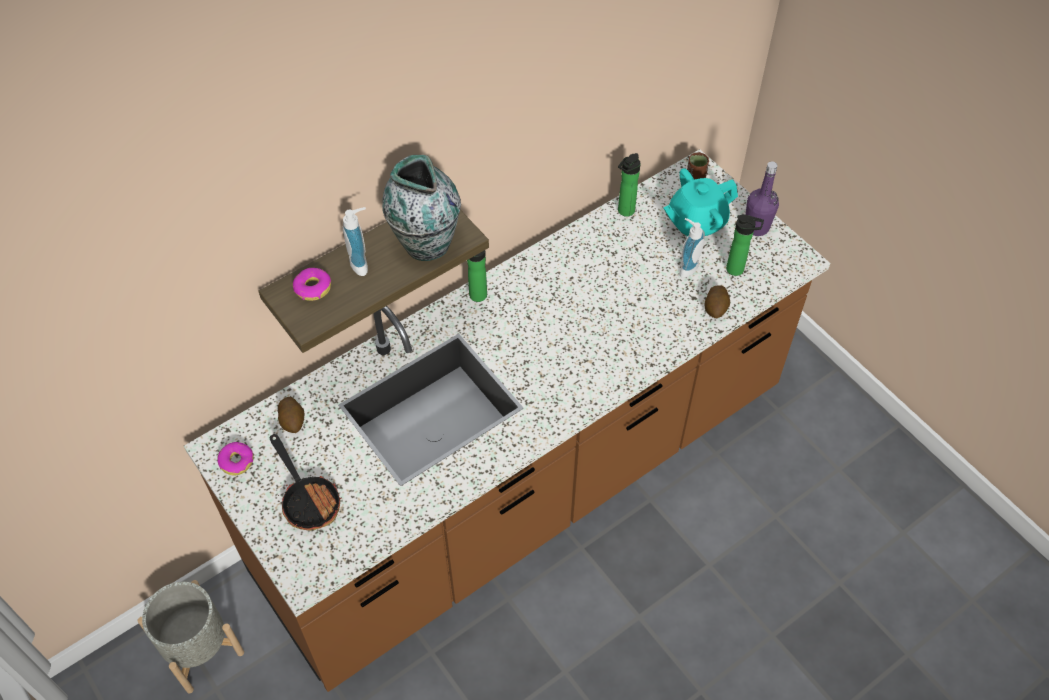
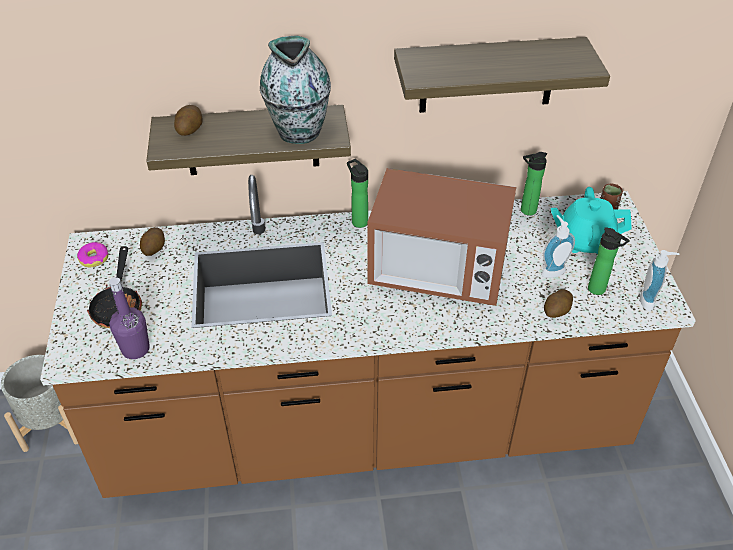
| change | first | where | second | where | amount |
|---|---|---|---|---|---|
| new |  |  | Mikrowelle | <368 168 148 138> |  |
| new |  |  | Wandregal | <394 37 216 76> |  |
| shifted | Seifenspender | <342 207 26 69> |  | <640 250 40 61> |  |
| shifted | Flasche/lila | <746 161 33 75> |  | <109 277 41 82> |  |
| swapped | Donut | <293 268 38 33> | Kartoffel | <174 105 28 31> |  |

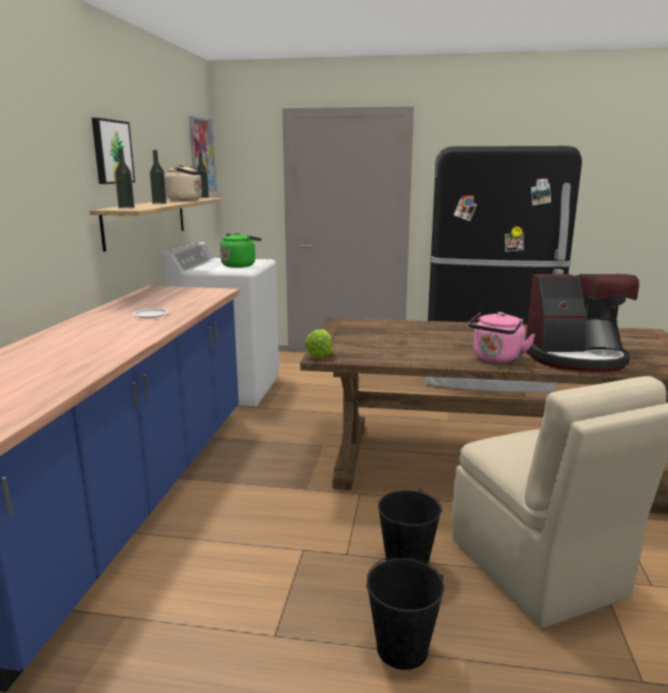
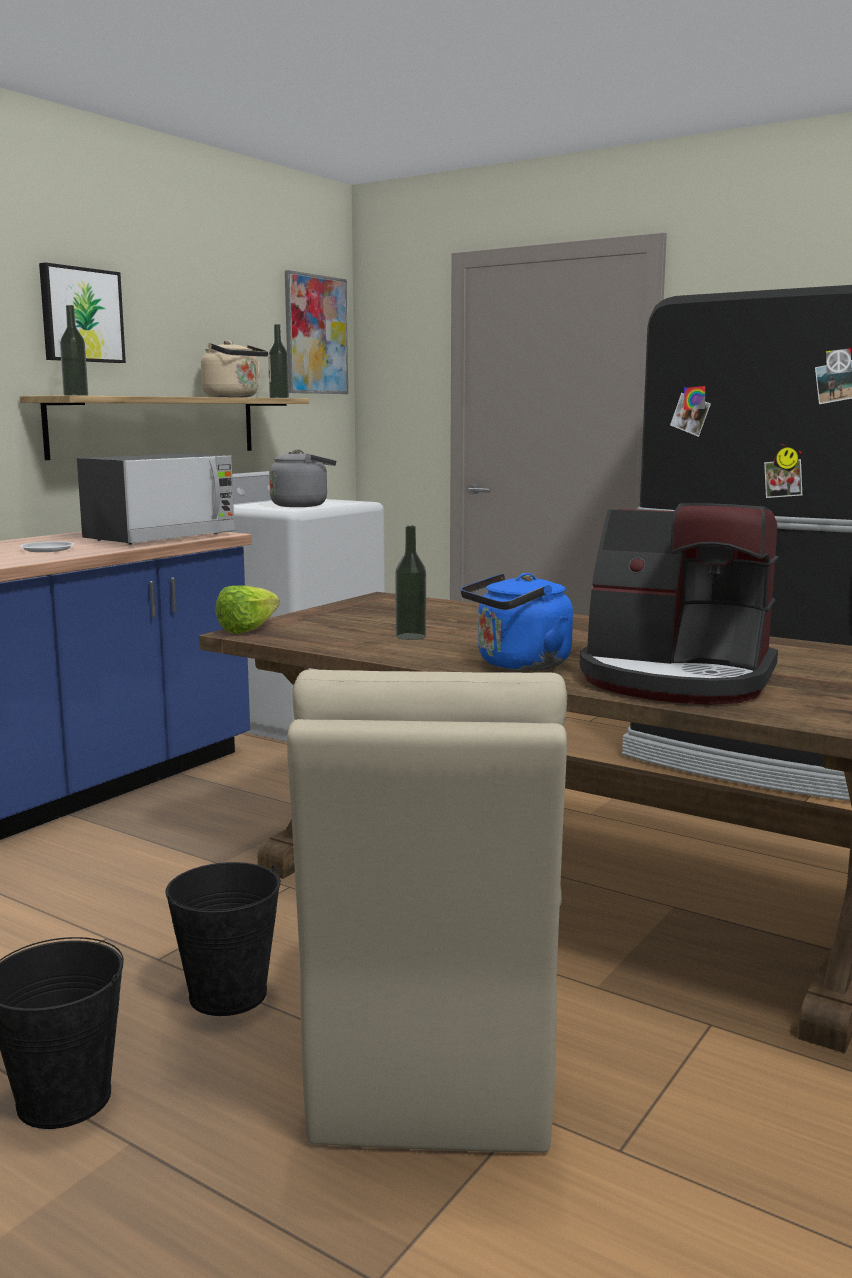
| change | first | where | second | where | amount |
|---|---|---|---|---|---|
| new |  |  | Mikrowelle | <77 454 158 91> |  |
| shifted | Flasche | <149 150 18 54> |  | <395 526 31 114> |  |
| repainted | Wasserkessel/grün | <220 232 41 36> | Wasserkessel/grau | <269 449 67 58> |  |
| repainted | Wasserkessel/rosa | <469 312 67 51> | Wasserkessel/blau | <461 573 112 97> |  |

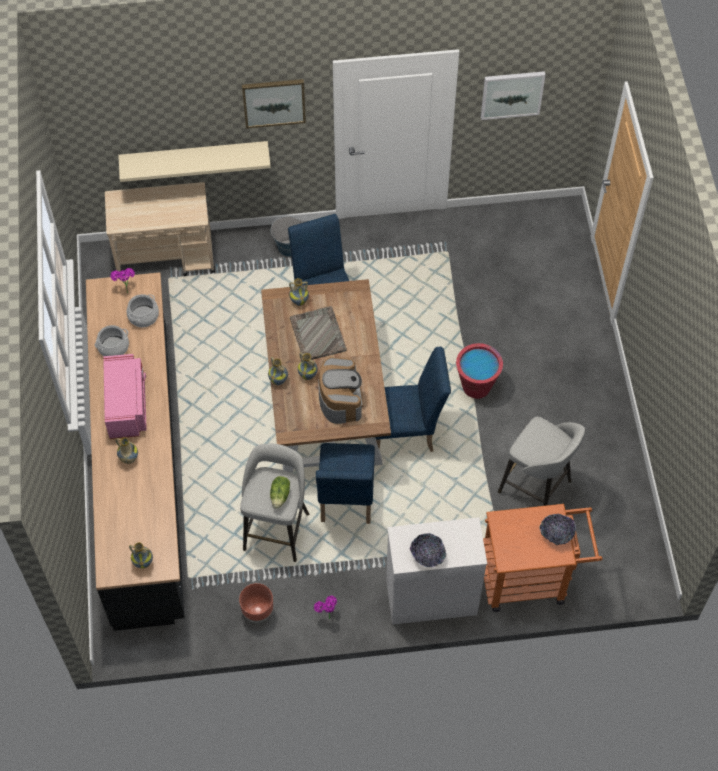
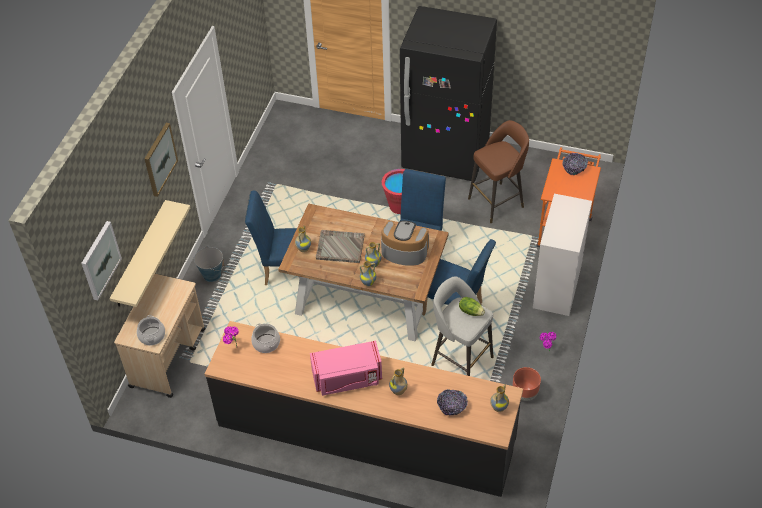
| change | first | where | second | where | amount |
|---|---|---|---|---|---|
| new |  |  | Kühlschrank/schwarz | <400 6 97 176> |  |
| shifted | Kochtopf | <95 325 34 31> |  | <137 315 28 30> |  |
| shifted | Schüssel | <410 533 36 34> |  | <437 389 31 26> |  |
| shifted | Bild | <481 71 64 49> |  | <81 221 41 79> |  |
| repainted | Hocker/grau | <498 416 87 90> | Hocker/braun | <468 120 61 103> |  |
| rotated | Mikrowelle/rosa | <103 354 44 85> |  | <310 341 72 55> | 150 degrees clockwise |

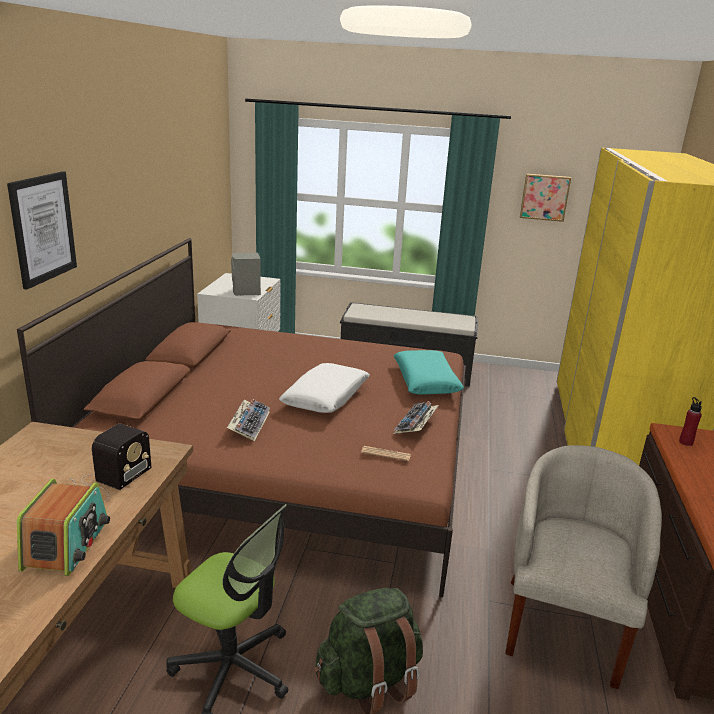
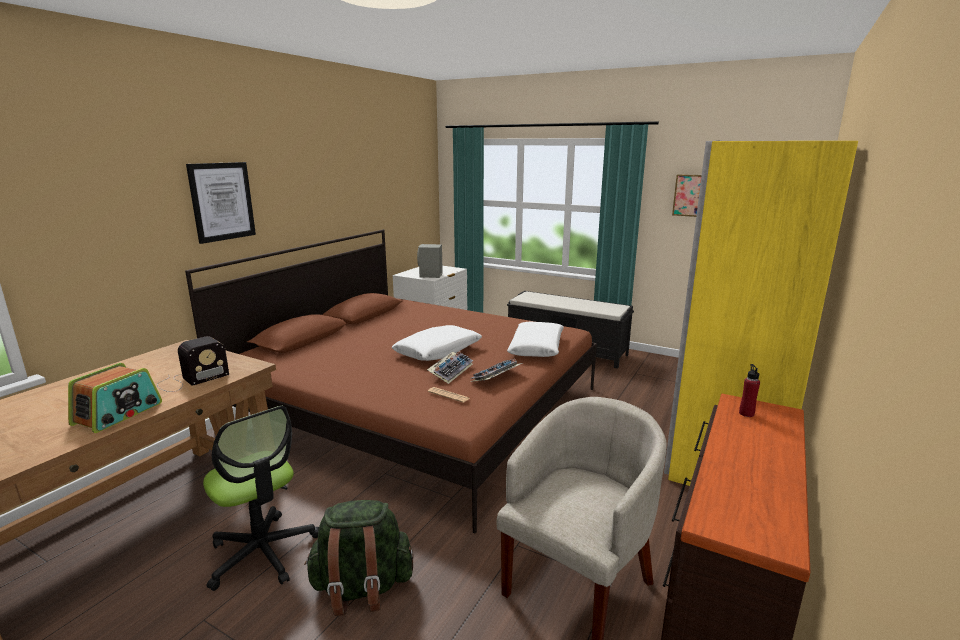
| change | first | where | second | where | amount |
|---|---|---|---|---|---|
| shifted | Tastatur | <227 399 43 42> |  | <427 351 46 33> |  |
| repainted | Kissen/türkis | <394 350 70 45> | Kissen/weiß | <507 322 57 35> |  |

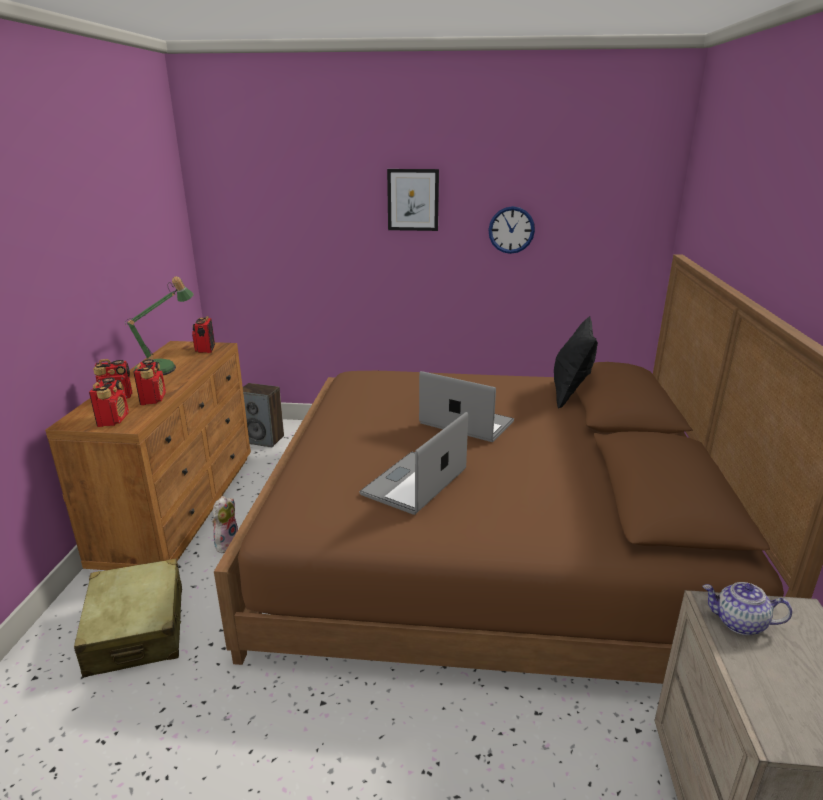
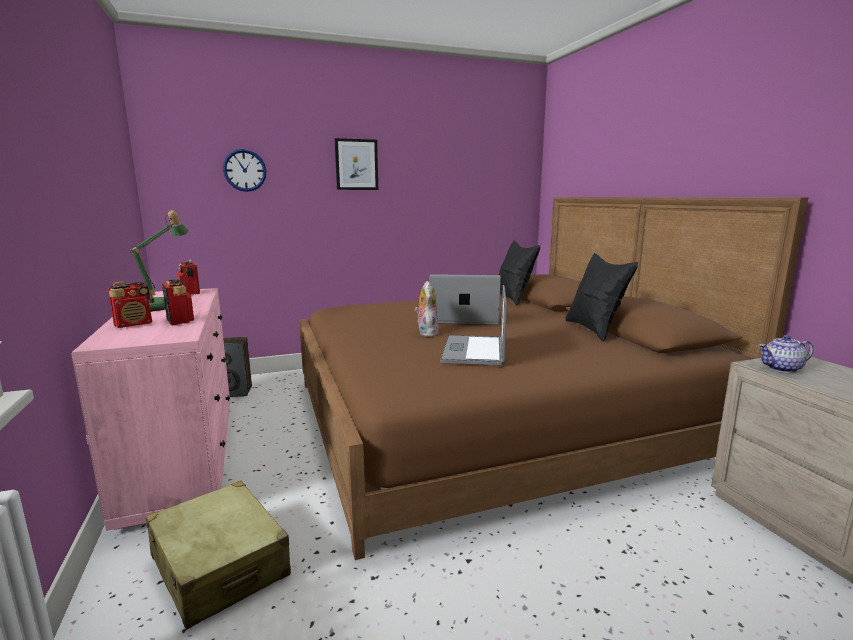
| change | first | where | second | where | amount |
|---|---|---|---|---|---|
| gone | Radio | <89 377 40 50> |  |  |  |
| new |  |  | Kissen/schwarz | <566 253 72 89> |  |
| shifted | Plüschtier | <212 496 26 57> |  | <415 281 24 56> |  |
| shifted | Wanduhr | <488 206 47 48> |  | <223 149 43 43> |  |
| repainted | Kommode/braun | <45 341 206 229> | Kommode/rosa | <71 288 159 243> |  |

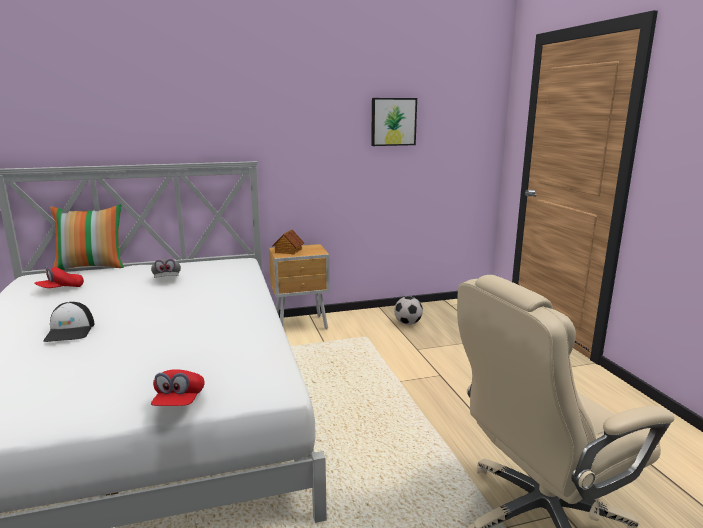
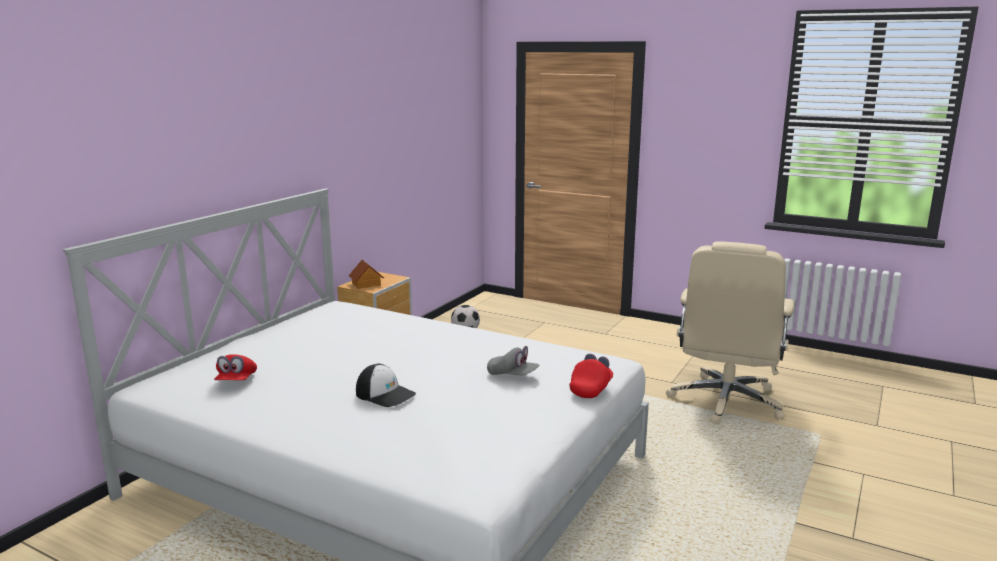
| change | first | where | second | where | amount |
|---|---|---|---|---|---|
| gone | Kissen | <50 204 74 66> |  |  |  |
| gone | Bild | <371 98 46 48> |  |  |  |
| shifted | Kappe/grau | <151 259 30 19> |  | <487 346 53 29> |  |
| rotated | Kappe/rot | <151 369 53 37> |  | <570 354 43 44> | 105 degrees counterclockwise |

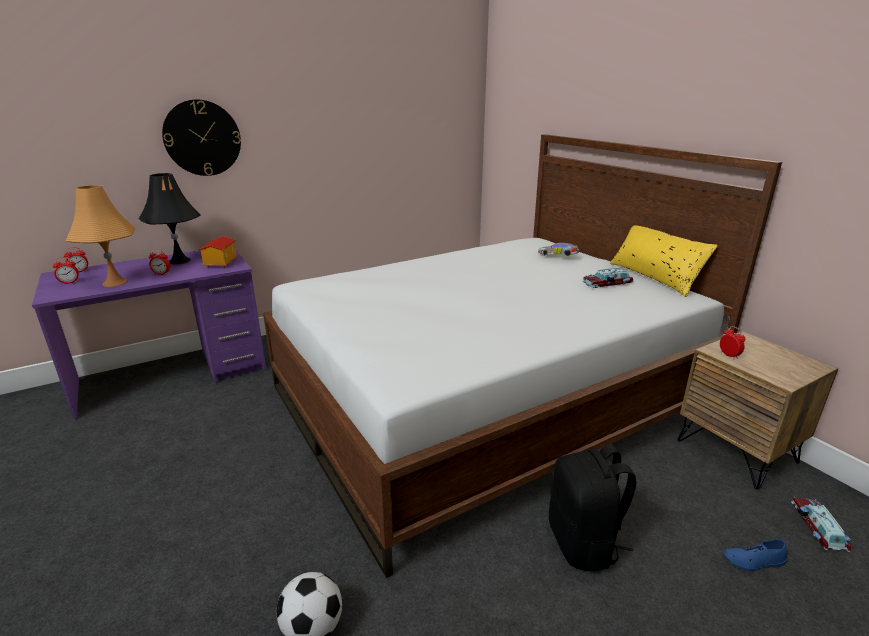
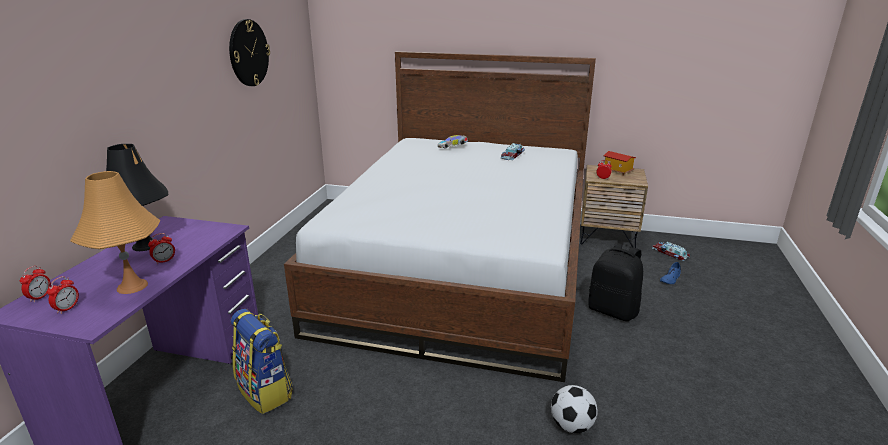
| change | first | where | second | where | amount |
|---|---|---|---|---|---|
| gone | Kissen/gelb | <610 225 108 72> |  |  |  |
| new |  |  | Rucksack | <231 309 62 105> |  |
| shifted | Wanduhr | <162 99 79 77> |  | <229 19 41 67> |  |
| shifted | Spielzeughaus | <199 236 39 33> |  | <603 151 33 25> |  |

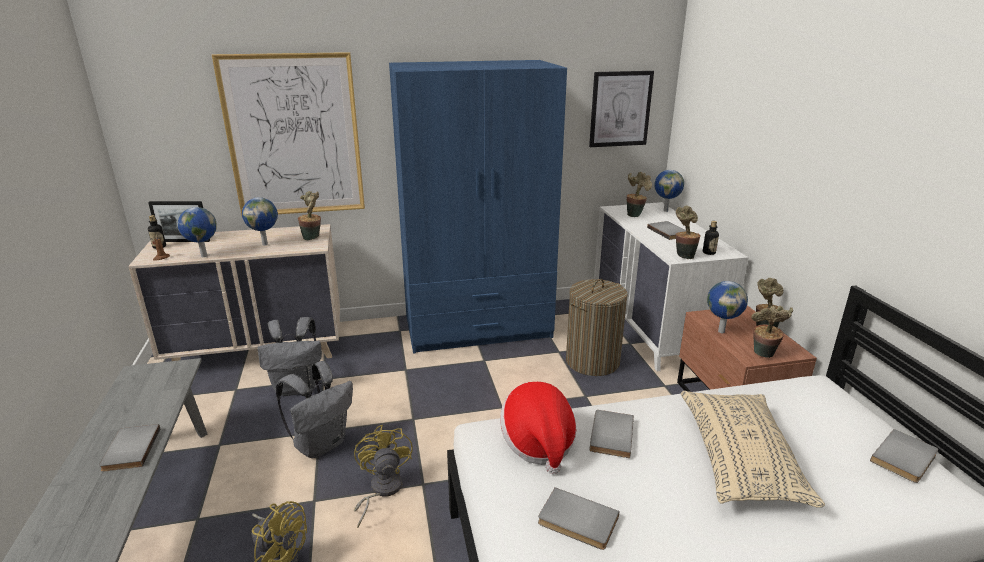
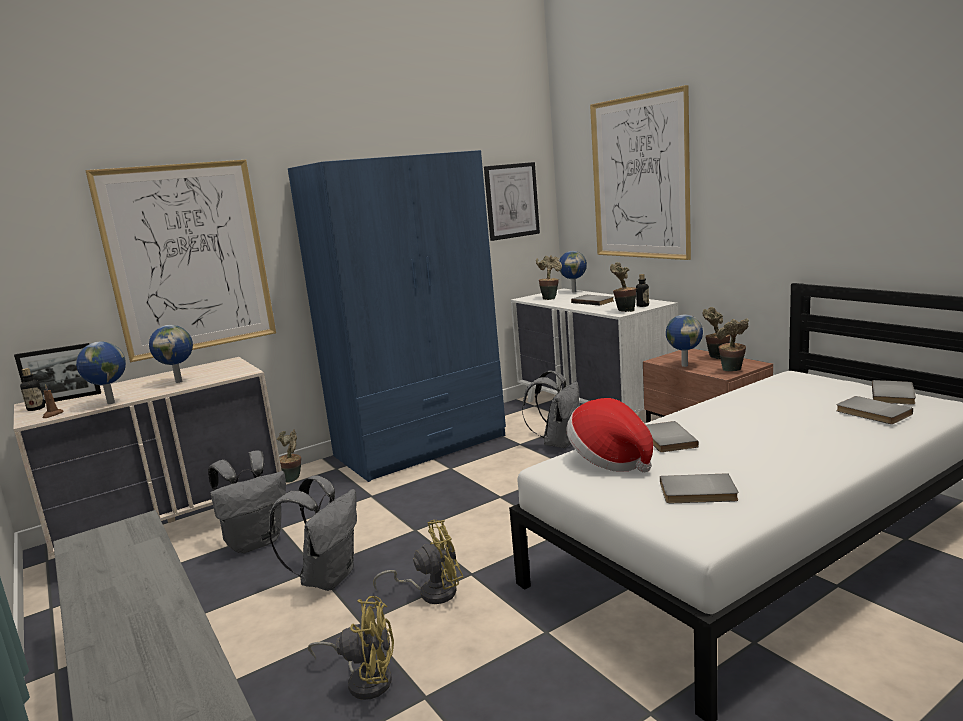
| change | first | where | second | where | amount |
|---|---|---|---|---|---|
| gone | Kissen/beige | <681 391 144 117> |  |  |  |
| new |  |  | Bild | <590 85 101 175> |  |
| shifted | Buch/grau | <99 424 61 48> |  | <836 396 77 28> |  |
| shifted | Topfpflanze | <298 191 23 49> |  | <277 429 24 53> |  |
| swapped | Wäschekorb | <566 279 62 97> | Rucksack/grau | <522 370 57 79> |  |
| rotated | Ventilator/gelb | <354 425 59 103> |  | <373 520 90 84> | 105 degrees clockwise |

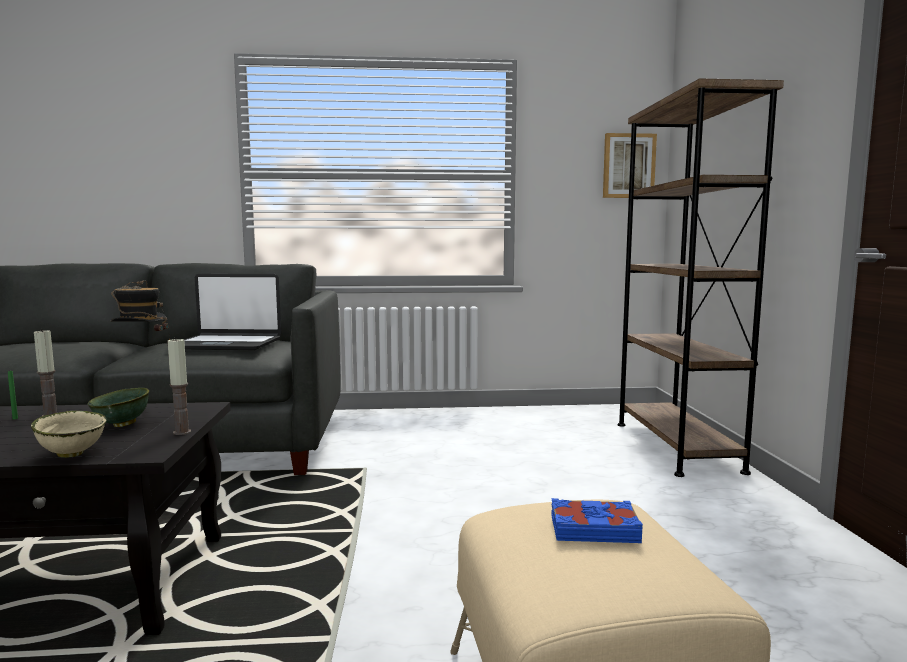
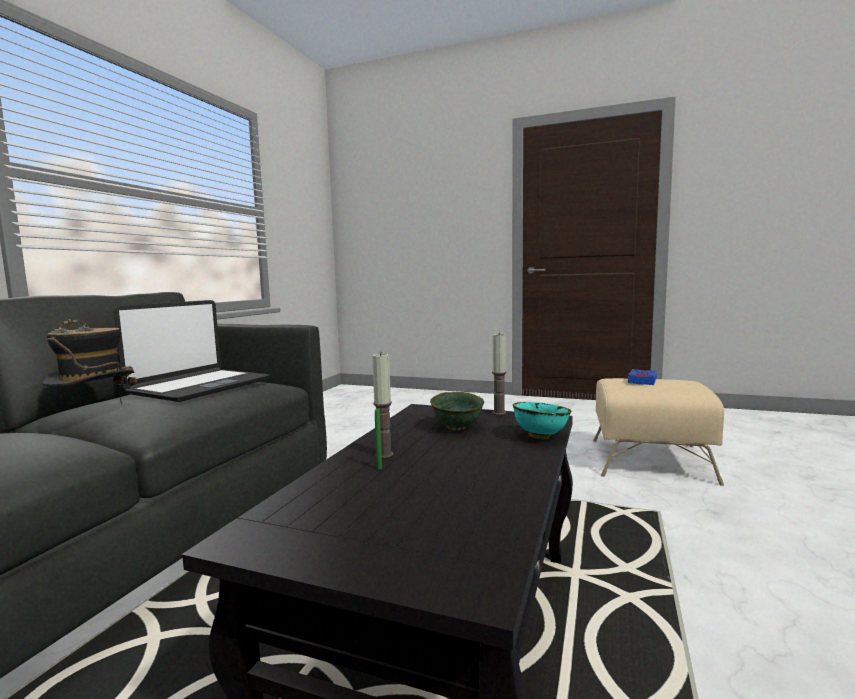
| change | first | where | second | where | amount |
|---|---|---|---|---|---|
| gone | Bild | <603 133 54 65> |  |  |  |
| gone | Bücherregal/braun | <618 78 166 399> |  |  |  |
| repainted | Schüssel/beige | <31 411 75 47> | Schüssel/türkis | <513 402 59 37> |  |

